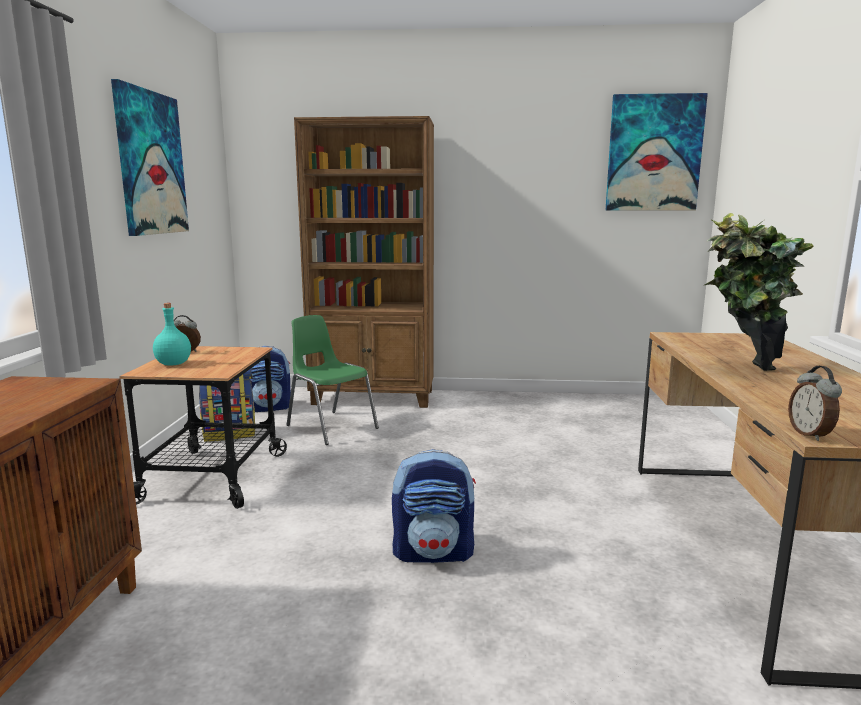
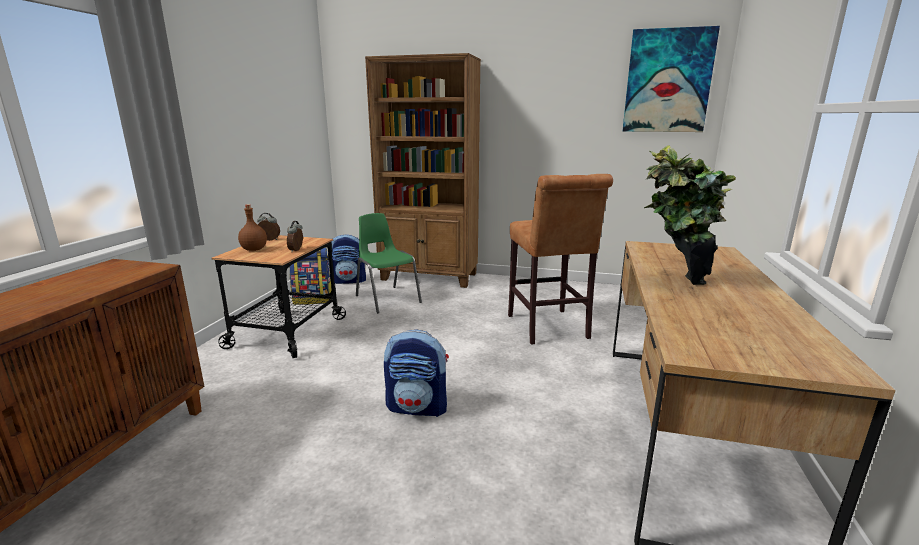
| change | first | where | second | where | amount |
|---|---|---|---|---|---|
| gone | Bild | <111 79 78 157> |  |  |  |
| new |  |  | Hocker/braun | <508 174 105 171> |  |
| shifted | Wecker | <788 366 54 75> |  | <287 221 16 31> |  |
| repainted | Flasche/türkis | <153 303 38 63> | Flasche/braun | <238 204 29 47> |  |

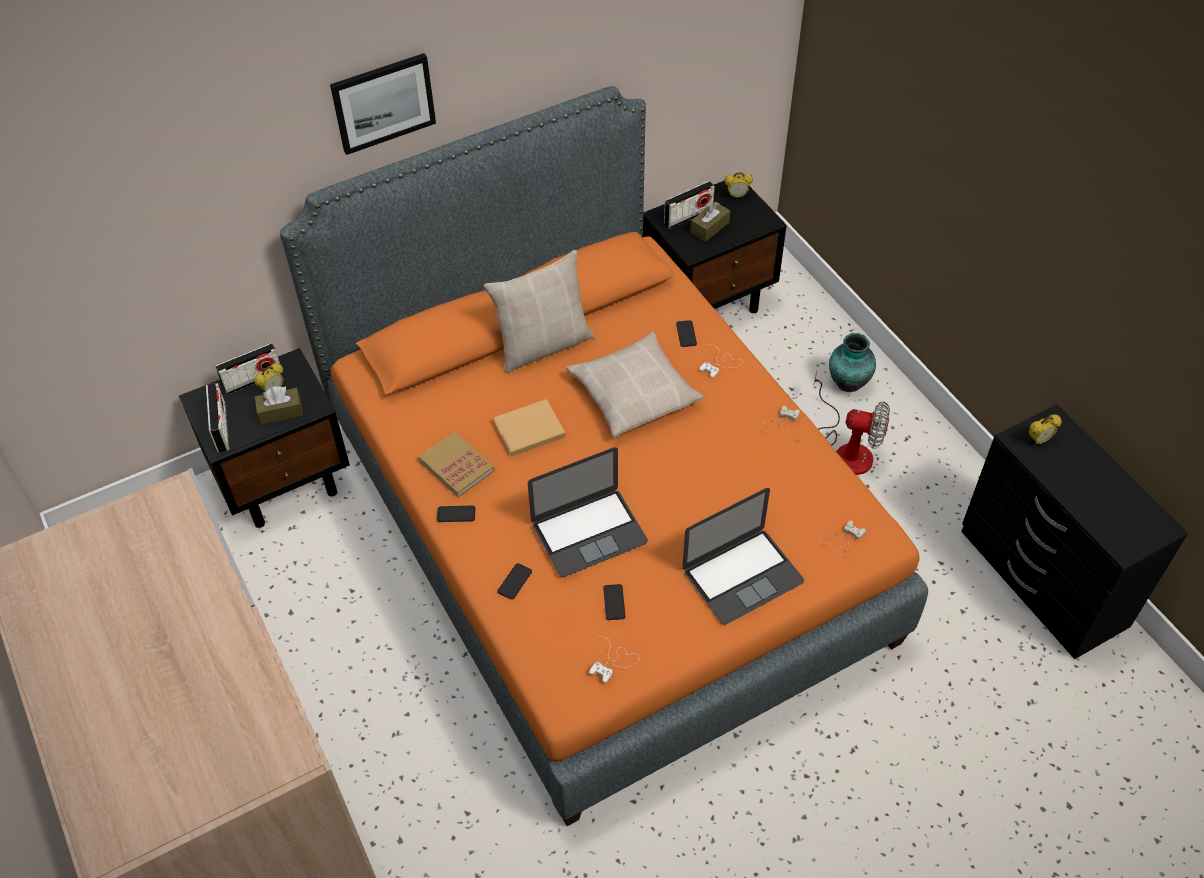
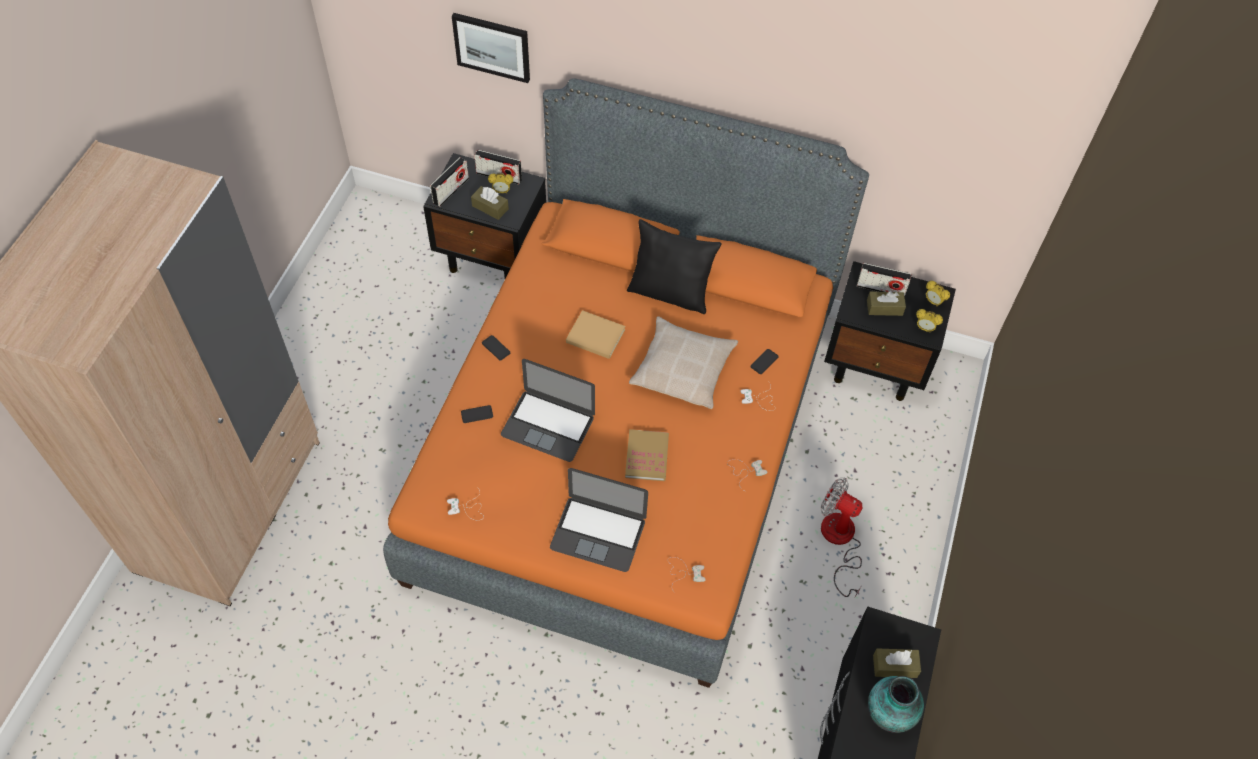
| change | first | where | second | where | amount |
|---|---|---|---|---|---|
| gone | Handy | <603 584 22 36> |  |  |  |
| new |  |  | Taschentuchbox/braun | <873 648 48 30> |  |
| shifted | Bild | <330 53 106 102> |  | <452 13 78 70> |  |
| shifted | Buch | <419 432 76 65> |  | <625 429 44 52> |  |
| shifted | Vase | <829 333 47 59> |  | <868 676 56 57> |  |
| shifted | Wecker | <1029 414 33 31> |  | <916 309 27 23> |  |
| repainted | Kissen/beige | <484 250 110 123> | Kissen/schwarz | <627 219 95 95> |  |
| rotated | Ventilator | <813 371 77 104> |  | <821 478 42 119> | 150 degrees clockwise |

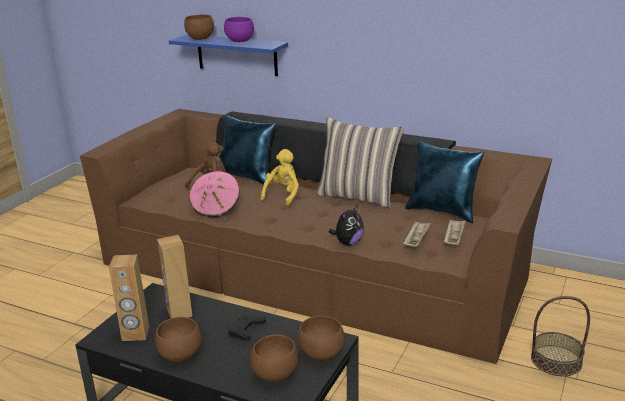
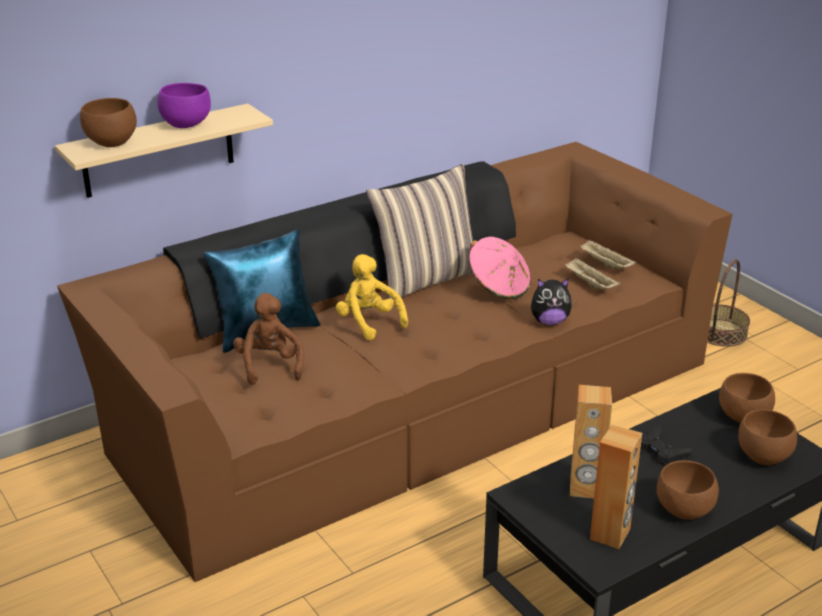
| change | first | where | second | where | amount |
|---|---|---|---|---|---|
| gone | Kissen/blau | <405 141 79 82> |  |  |  |
| shifted | Hut/rosa | <189 171 51 46> |  | <469 237 62 62> |  |
| repainted | Wandregal/blau | <169 34 119 42> | Wandregal/beige | <55 103 218 95> |  |
| rotated | Plüschtier | <329 205 35 40> |  | <531 278 41 47> | 105 degrees clockwise |

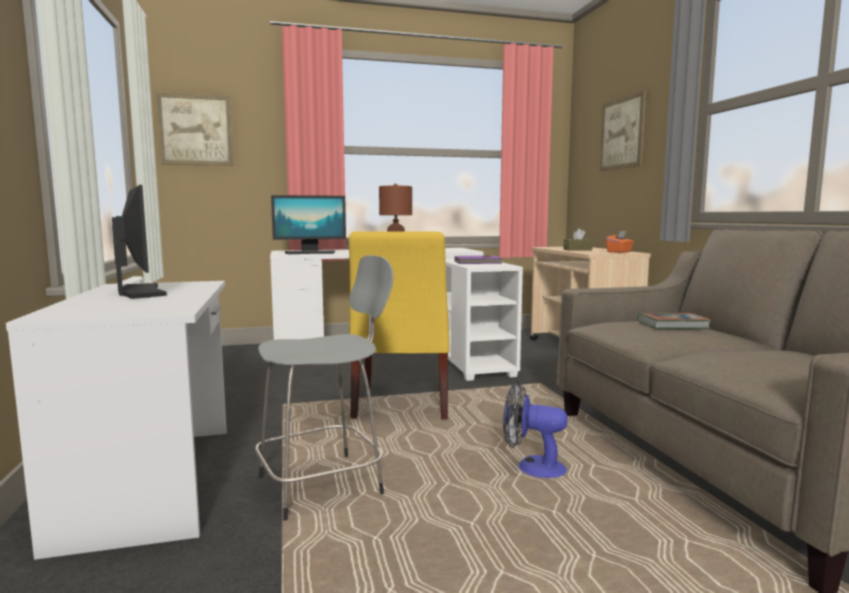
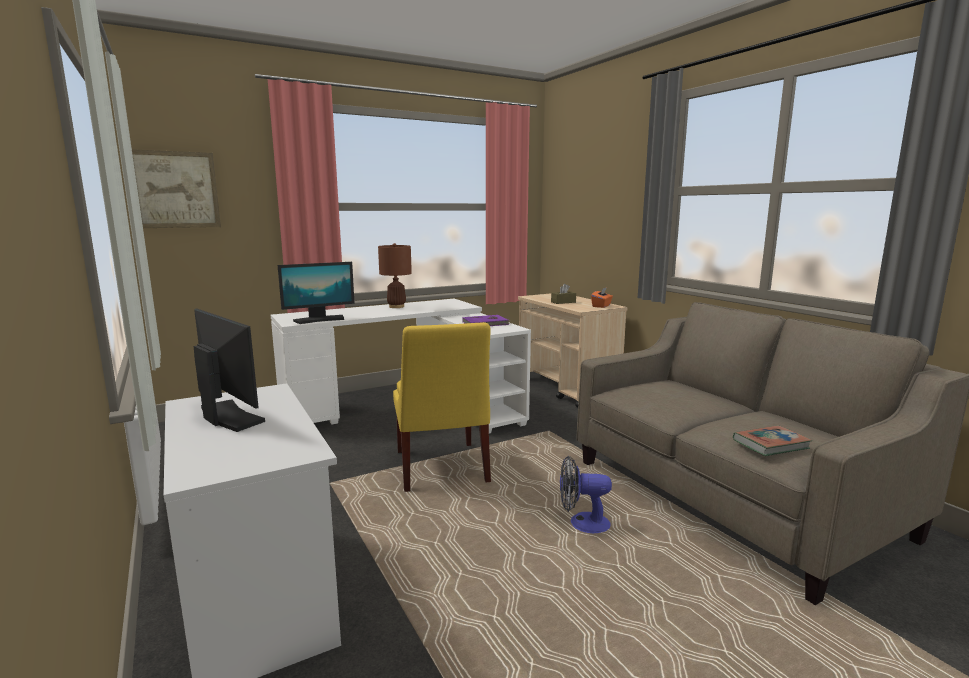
| change | first | where | second | where | amount |
|---|---|---|---|---|---|
| gone | Hocker/grau | <255 255 139 266> |  |  |  |
| gone | Bild | <600 90 46 81> |  |  |  |
| shifted | Buch | <637 313 75 16> |  | <733 425 79 31> |  |

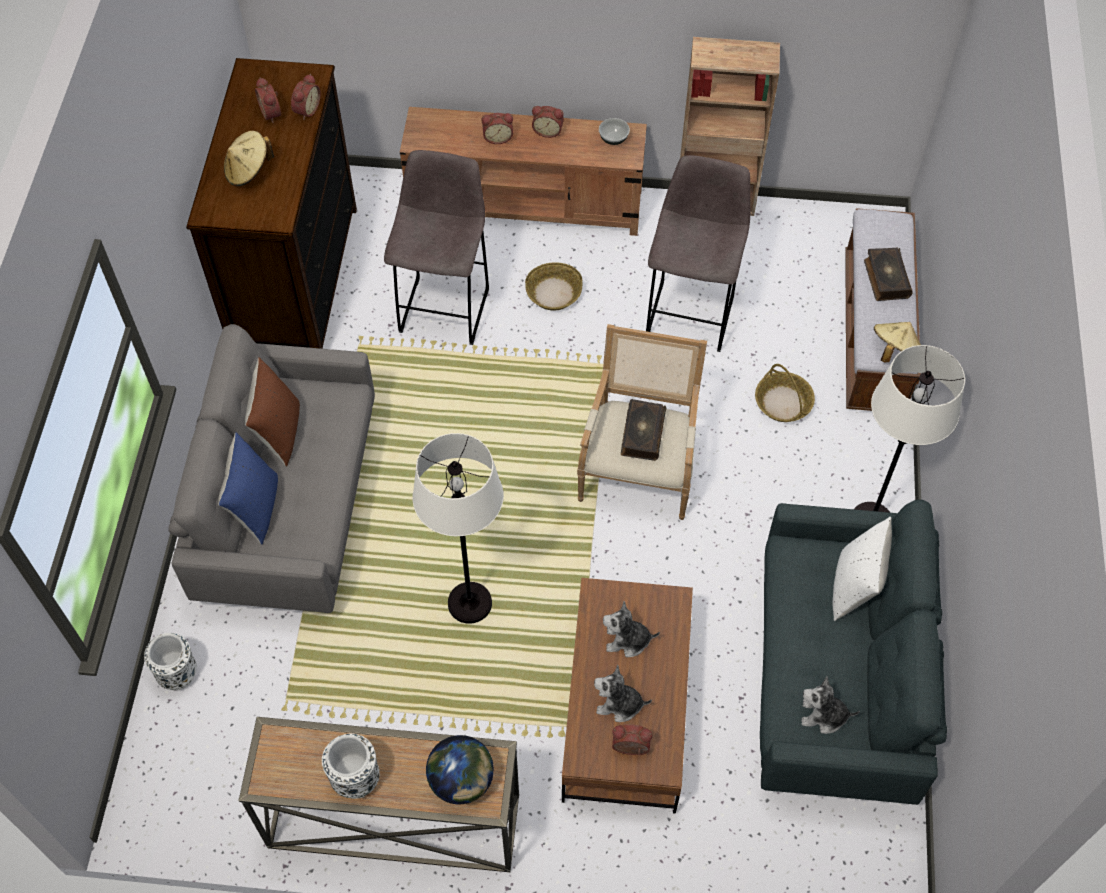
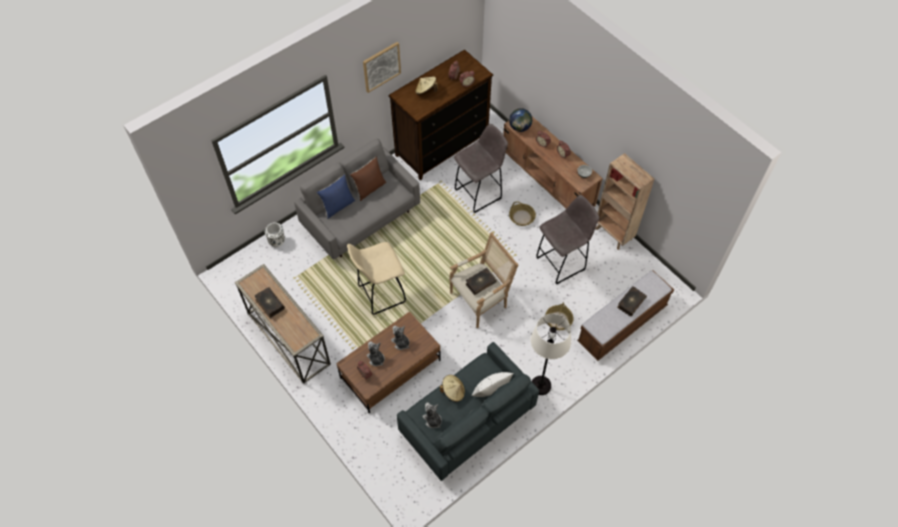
| change | first | where | second | where | amount |
|---|---|---|---|---|---|
| new |  |  | Bild | <363 42 38 51> |  |
| shifted | Globus | <426 735 68 69> |  | <509 108 23 24> |  |
| shifted | Hut/beige | <874 322 47 40> |  | <440 375 25 27> |  |
| swapped | Vase/weiß | <322 734 58 65> | Buch | <255 287 30 31> |  |
| swapped | Stehlampe/weiß | <413 433 91 191> | Hocker/beige | <347 242 59 73> |  |

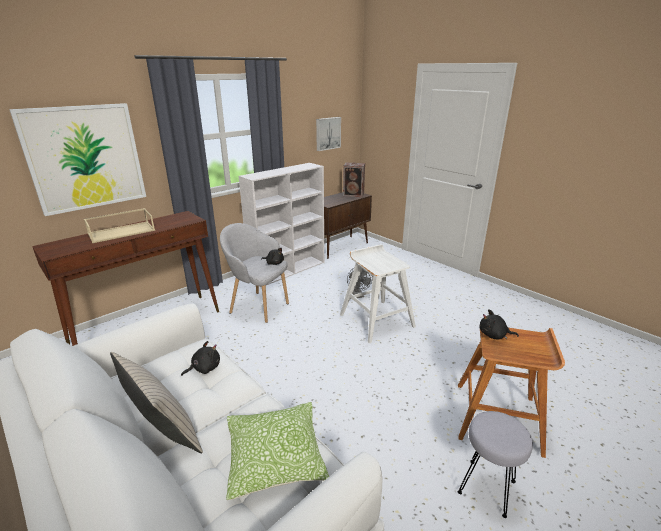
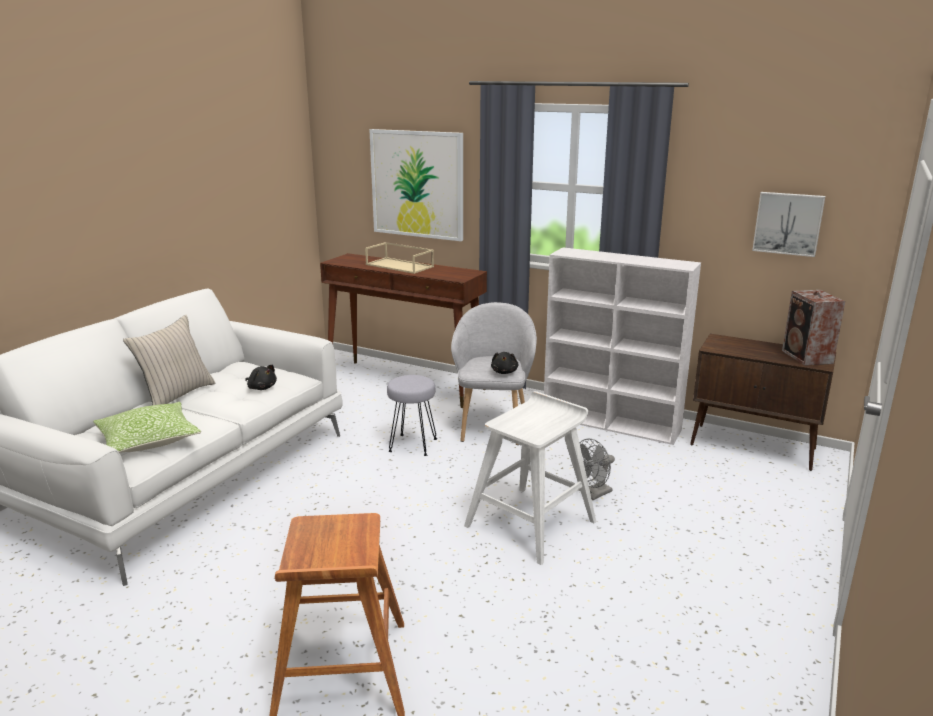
| change | first | where | second | where | amount |
|---|---|---|---|---|---|
| gone | Plüschtier/schwarz | <479 309 40 30> |  |  |  |
| shifted | Hocker/grau | <458 411 75 107> |  | <387 375 50 81> |  |

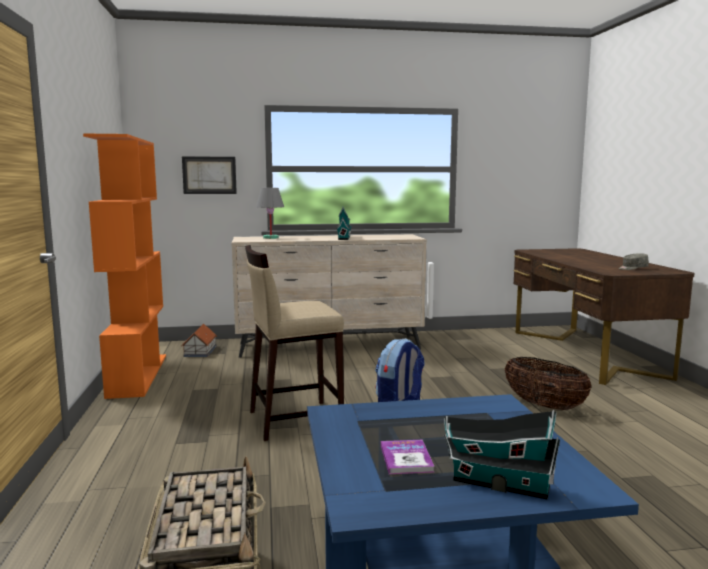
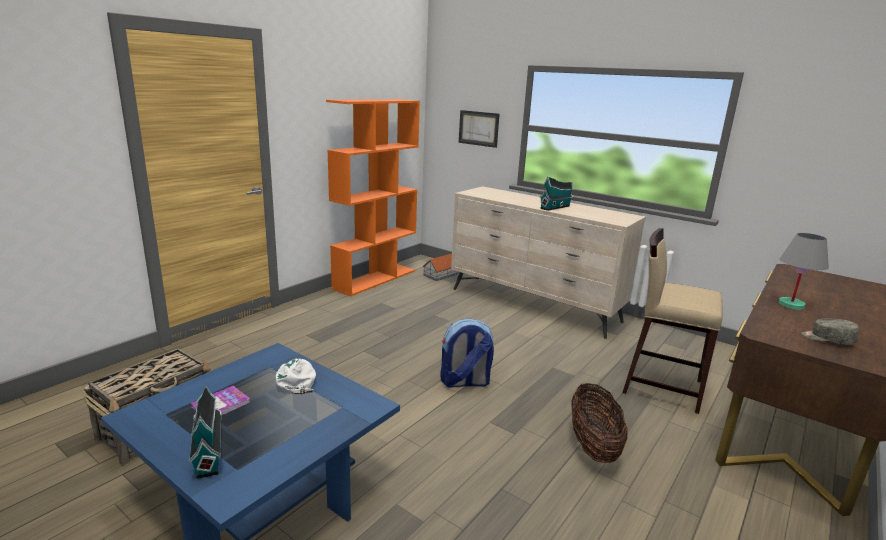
| change | first | where | second | where | amount |
|---|---|---|---|---|---|
| new |  |  | Kappe/weiß | <276 359 40 35> |  |
| shifted | Hocker/beige | <245 245 99 196> |  | <623 228 100 186> |  |
| shifted | Tischlampe/grau | <256 188 28 51> |  | <779 233 50 77> |  |

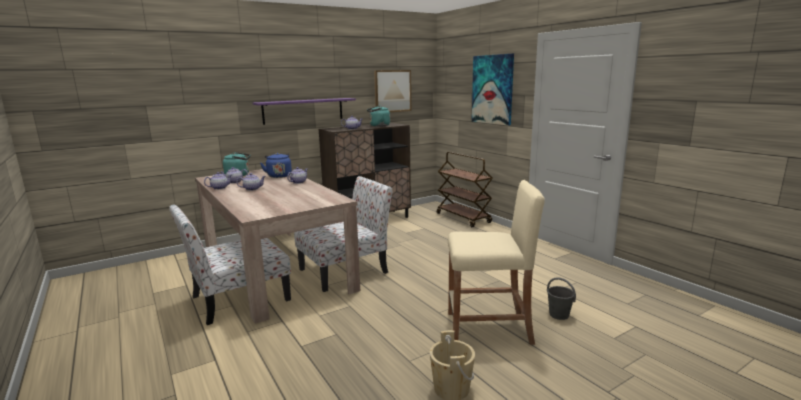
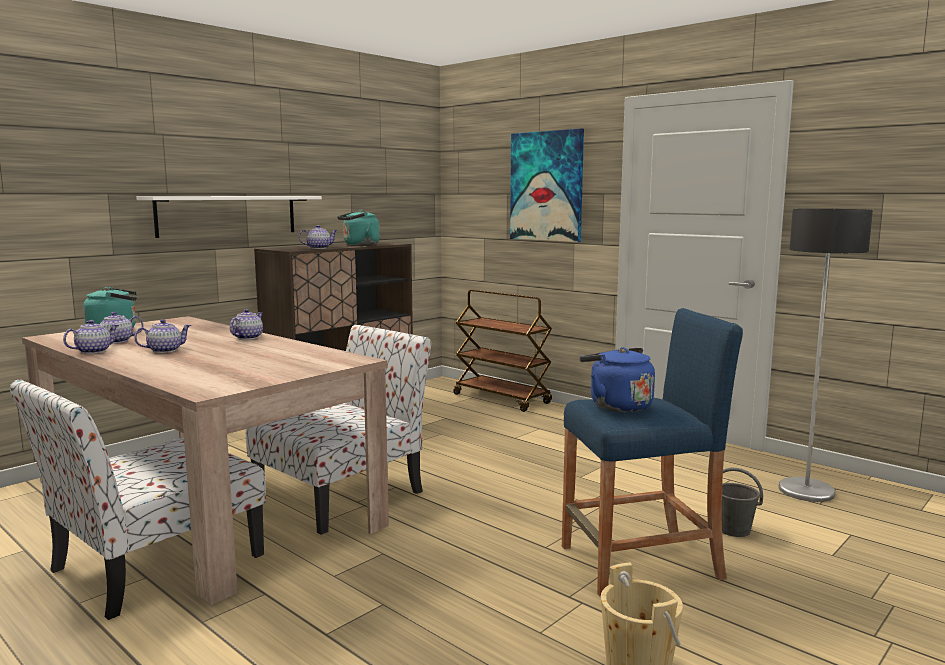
| change | first | where | second | where | amount |
|---|---|---|---|---|---|
| gone | Bild | <374 70 37 42> |  |  |  |
| new |  |  | Stehlampe | <778 209 95 293> |  |
| shifted | Wasserkessel/blau | <260 153 32 25> |  | <580 347 75 65> |  |
| repainted | Wandregal/lila | <252 98 104 27> | Wandregal/weiß | <136 196 186 42> |  |
| repainted | Hocker/beige | <448 180 97 165> | Hocker/blau | <562 308 181 290> |  |

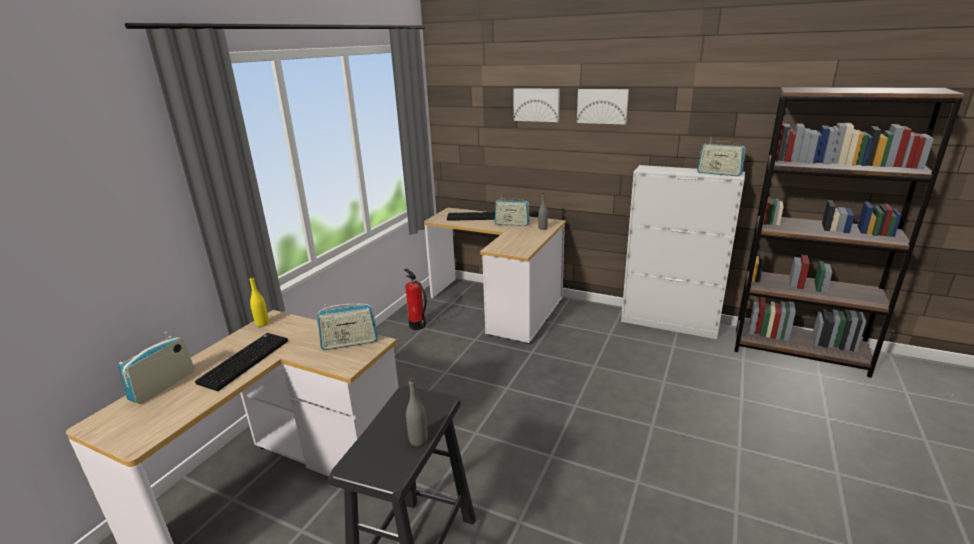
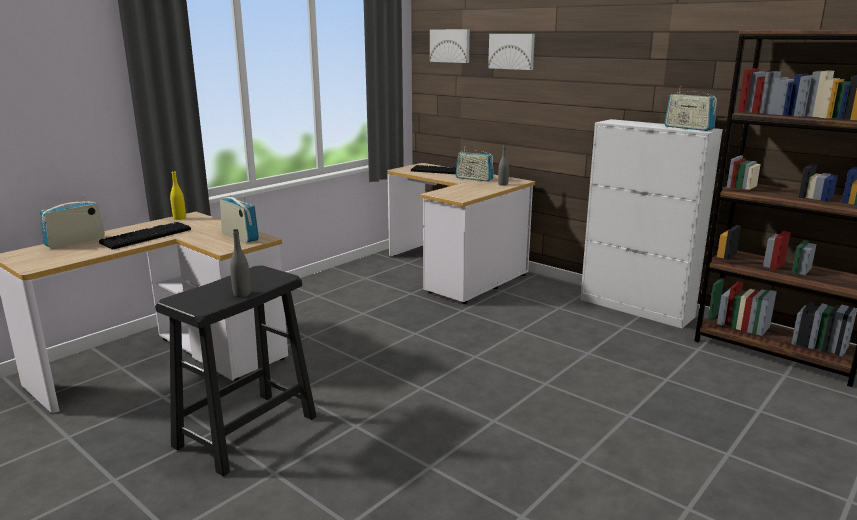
| change | first | where | second | where | amount |
|---|---|---|---|---|---|
| gone | Feuerlöscher | <404 269 23 61> |  |  |  |
| shifted | Bild | <577 89 52 36> |  | <430 29 40 34> |  |
| rotated | Radio | <317 304 61 46> |  | <220 196 39 47> | 135 degrees counterclockwise |

